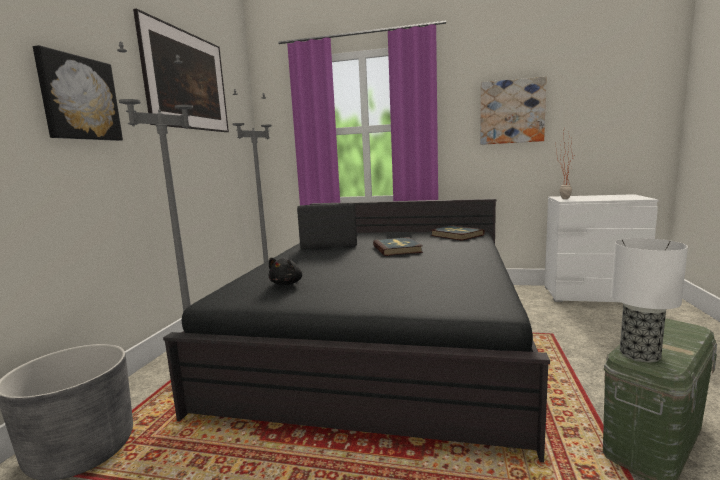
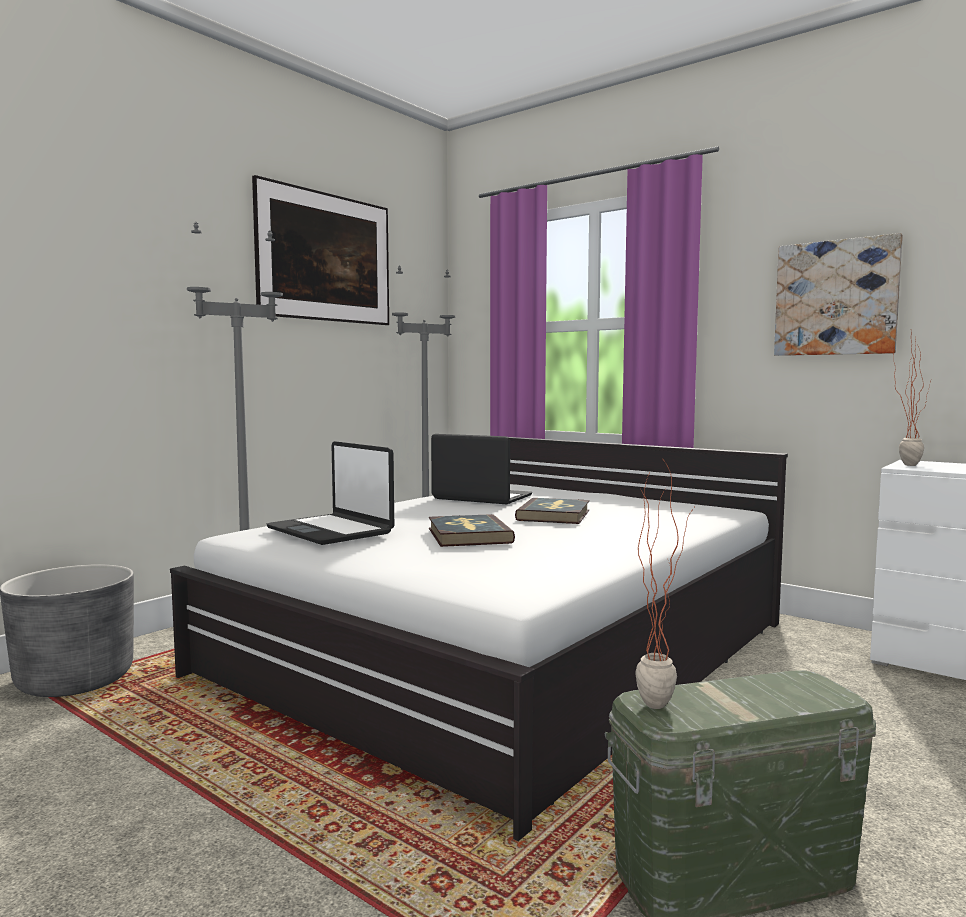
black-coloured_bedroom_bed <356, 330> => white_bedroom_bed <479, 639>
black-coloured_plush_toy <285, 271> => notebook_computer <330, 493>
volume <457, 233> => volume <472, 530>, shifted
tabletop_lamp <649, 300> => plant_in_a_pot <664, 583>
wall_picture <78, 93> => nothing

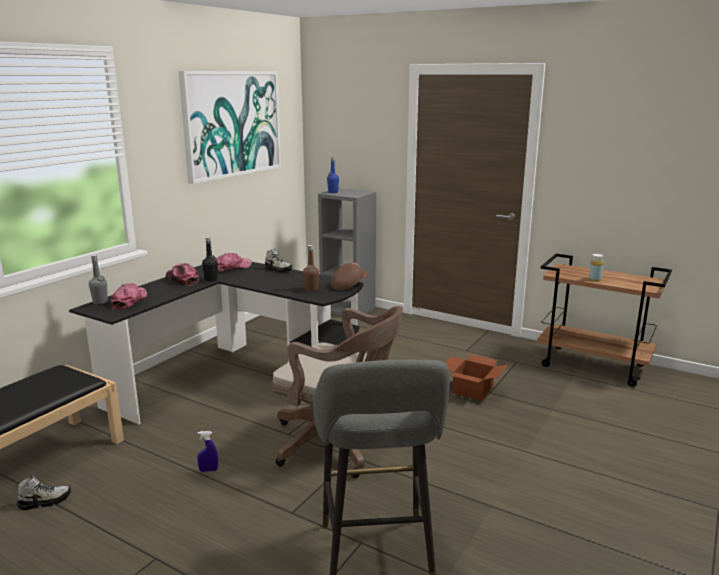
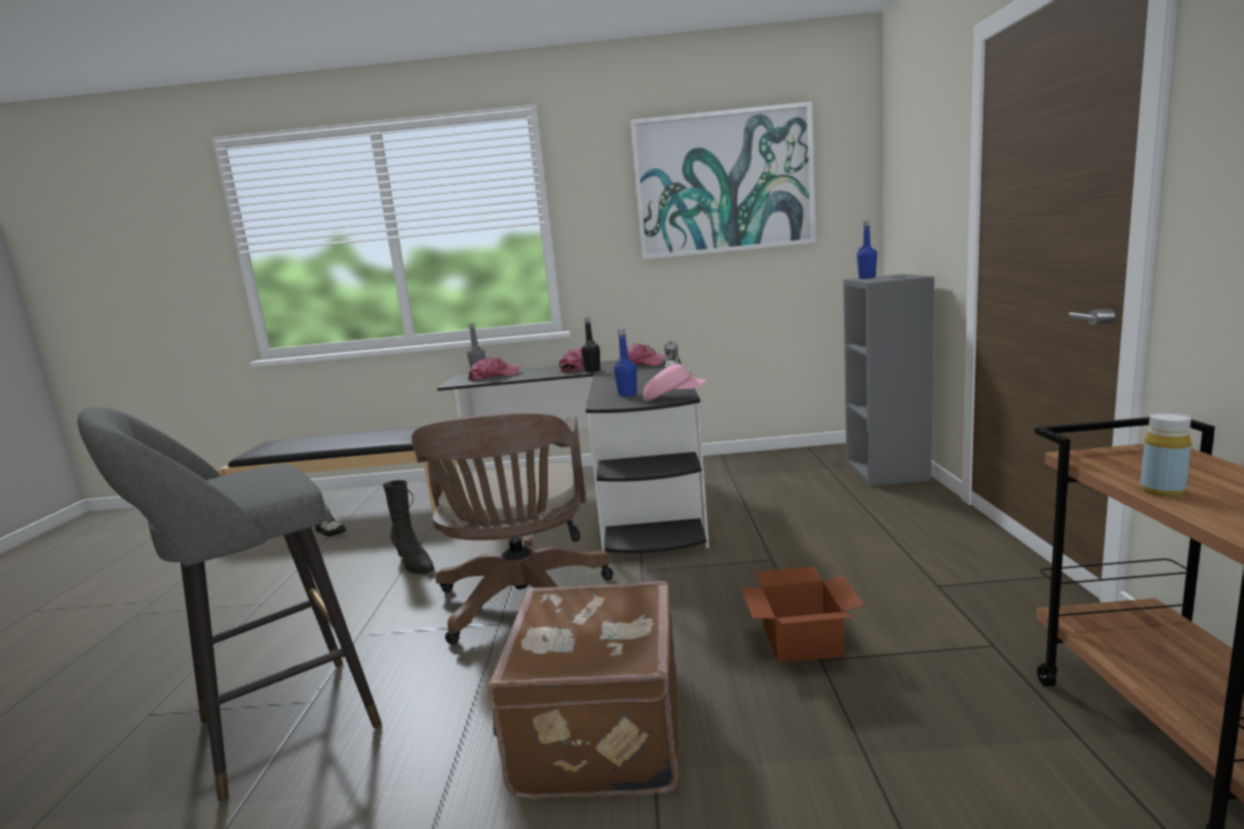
blue-coloured_spray_bottle <207, 451> => black-coloured_tall_boot <409, 527>
nothing => brownish_piece_of_luggage <583, 690>
brownish_drink_bottle <311, 268> => blue-coloured_drink_bottle <625, 363>
brownish_peaked_cap <350, 277> => pink_peaked_cap <675, 382>

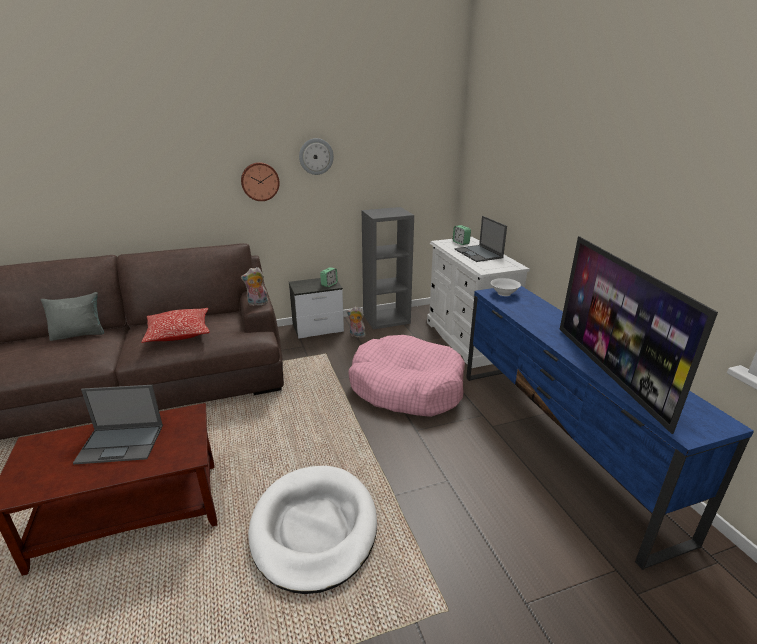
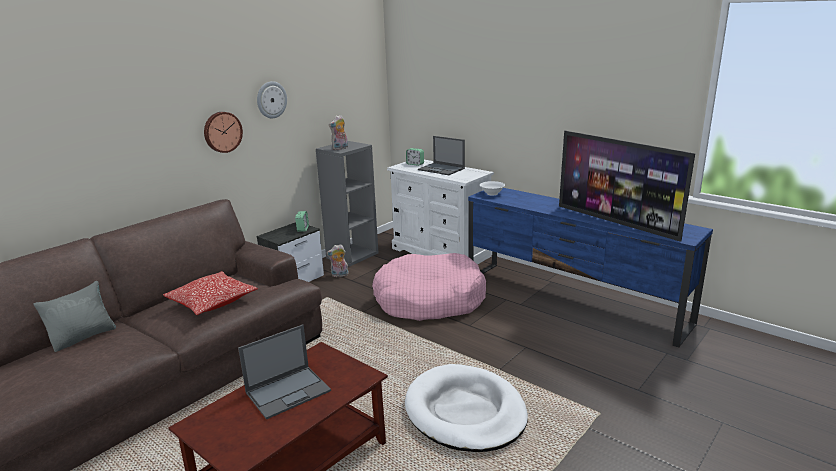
plush_toy <254, 286> => plush_toy <338, 132>, shifted

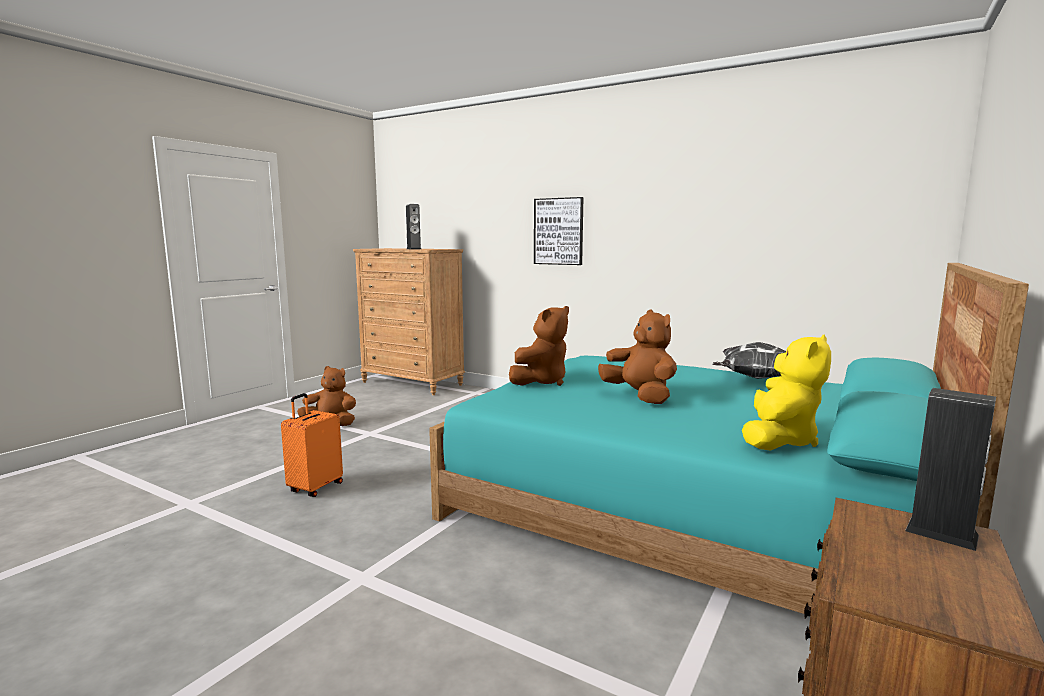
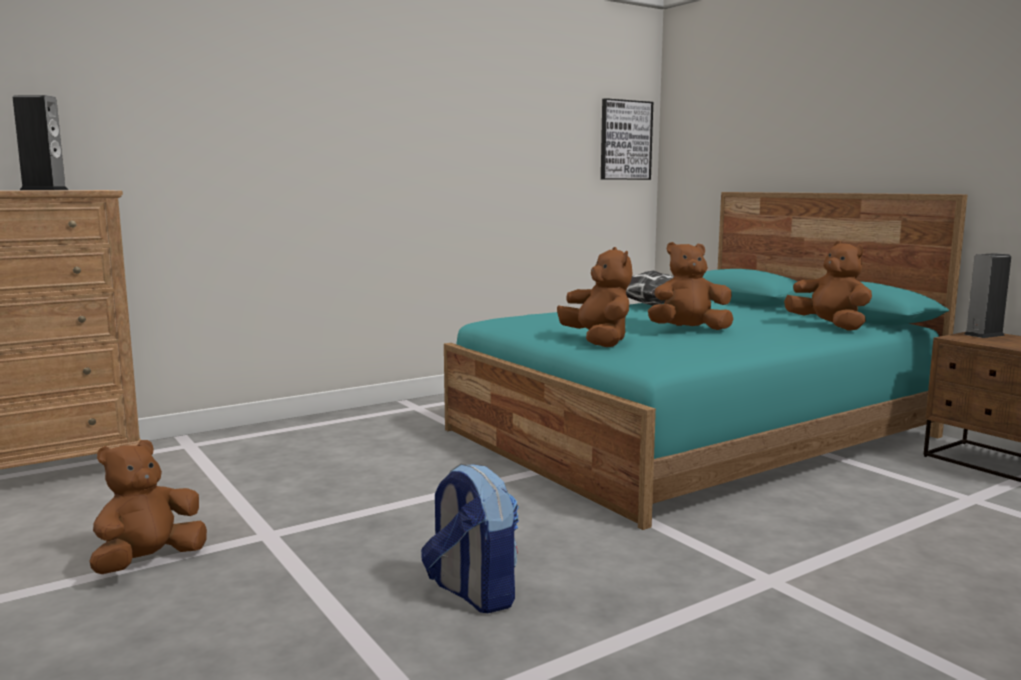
orangey_piece_of_luggage <312, 445> => knapsack <470, 538>
wall_picture <559, 231> => wall_picture <627, 139>, shifted
yellow-coloured_plush_toy <786, 393> => brownish_plush_toy <828, 286>

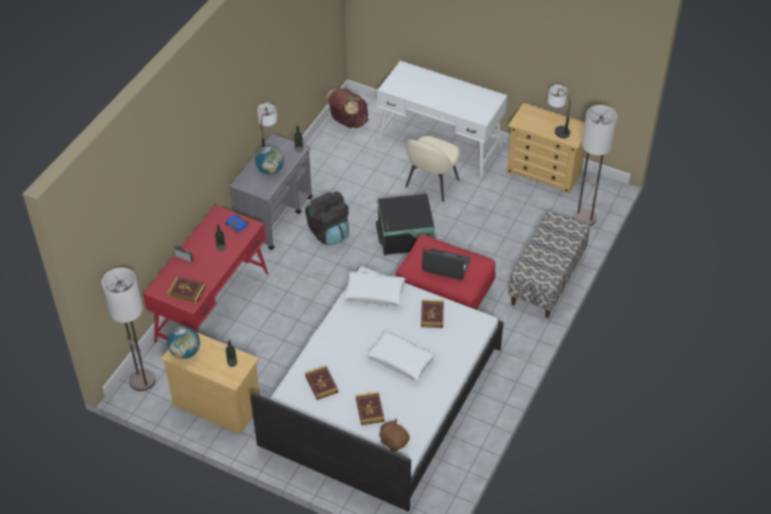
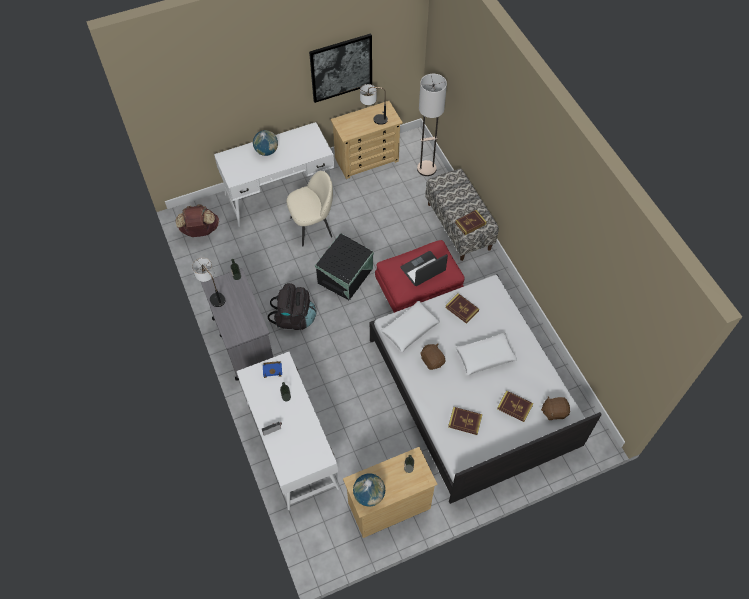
reddish_desk_unit <205, 274> => white_desk_unit <288, 431>
world_globe <269, 160> => world_globe <265, 143>, shifted
sand-coloured_plain_chair <432, 169> => sand-coloured_plain_chair <309, 208>, 90 degrees counterclockwise
nothing => wall_picture <340, 68>
nothing => brownish_plush_toy <433, 356>
volume <187, 289> => volume <471, 222>, shifted
floor_lamp <129, 329> => nothing

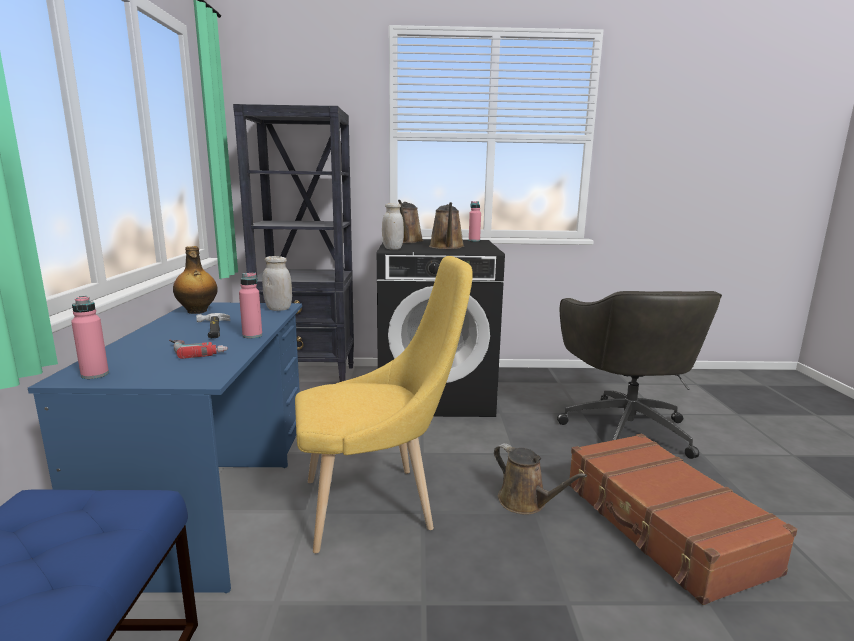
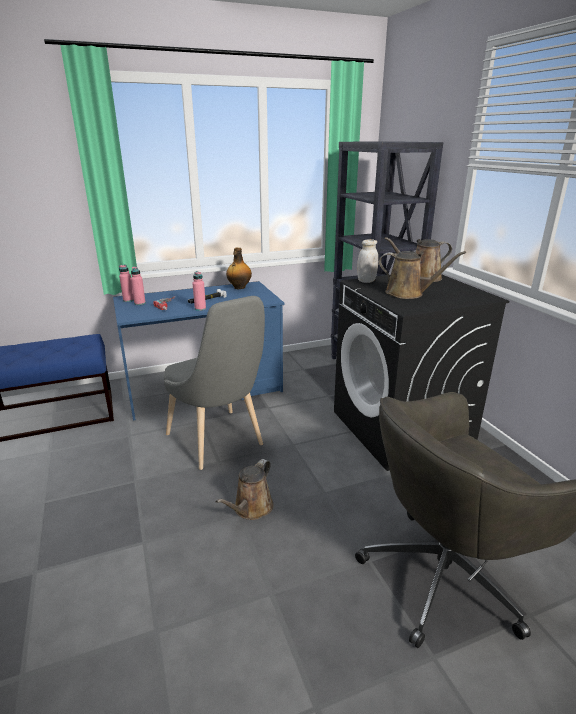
pink_drink_bottle <475, 221> => pink_drink_bottle <138, 285>, shifted
yellow-coloured_plain_chair <384, 404> => greyish_plain_chair <214, 383>
brownish_watering_pot <447, 225> => brownish_watering_pot <422, 275>, 135 degrees counterclockwise
white_storage_jar <277, 283> => nothing
brownish_piece_of_luggage <683, 519> => nothing

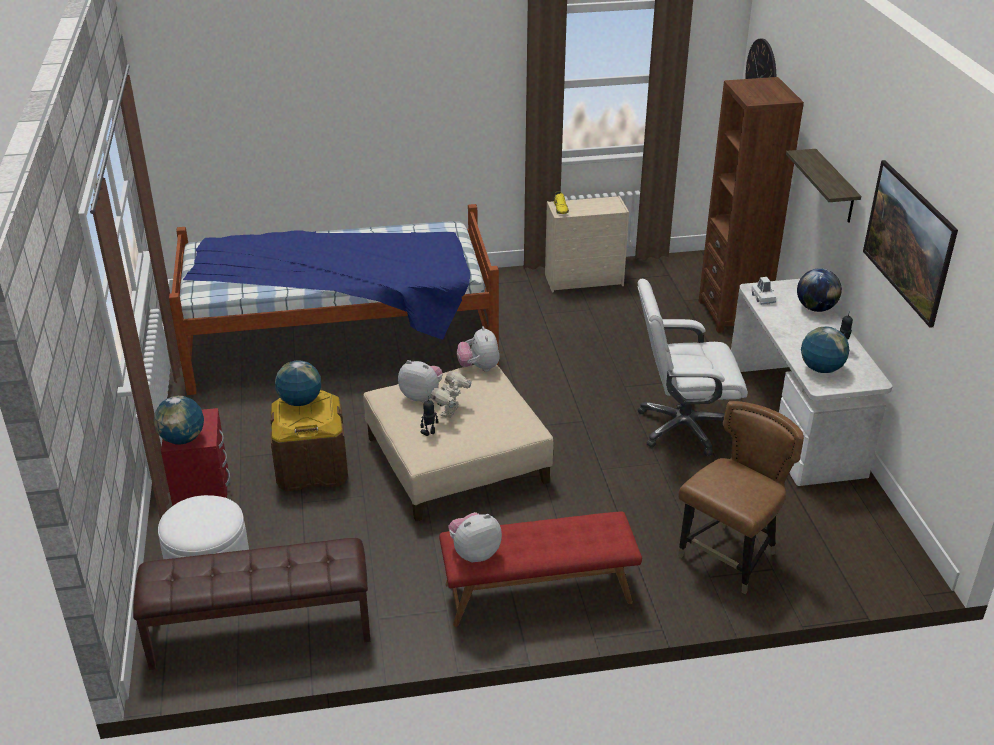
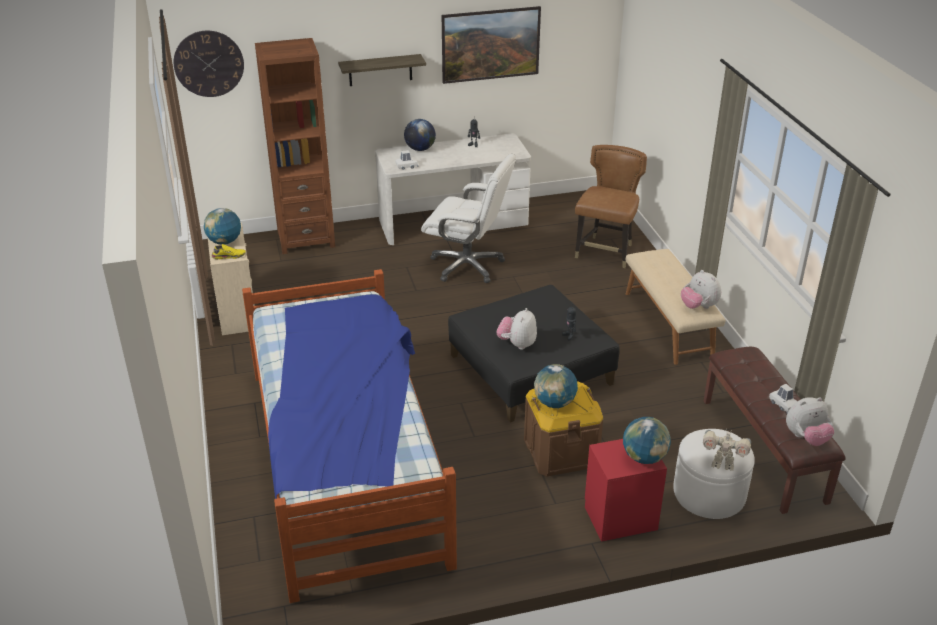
world_globe <825, 350> => world_globe <222, 226>, shifted
white_office_chair <692, 367> => white_office_chair <468, 218>, 60 degrees counterclockwise
sand-coloured_footrest <458, 443> => black-coloured_footrest <534, 354>
brownish_plain_chair <741, 497> => brownish_plain_chair <611, 206>, 75 degrees clockwise
reddish_bench <540, 569> => sand-coloured_bench <675, 307>
robot_figure <450, 394> => robot_figure <727, 450>, shifted
nothing => white_miniature_car <783, 398>
plush_toy <478, 349> => plush_toy <810, 421>, shifted

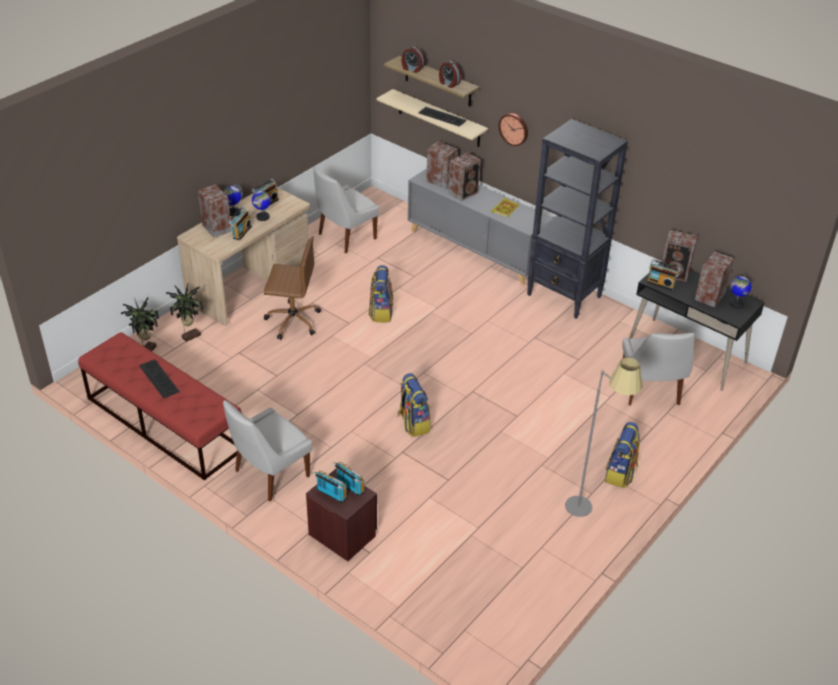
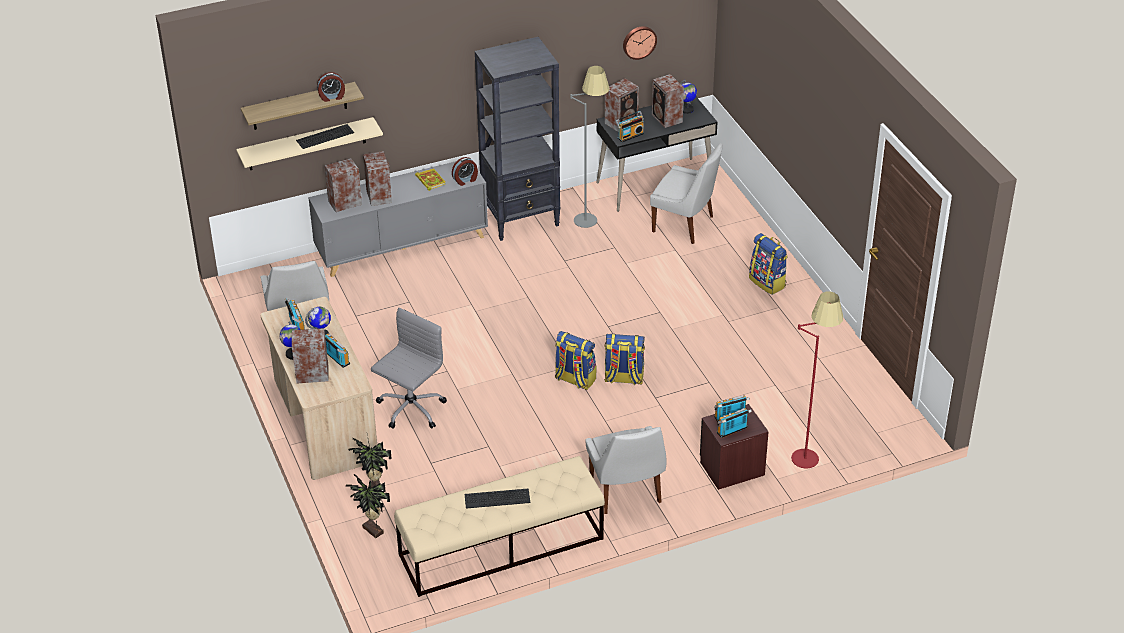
brownish_office_chair <292, 288> => greyish_office_chair <409, 368>
reddish_bench <160, 406> => sand-coloured_bench <499, 526>
alarm_clock <413, 59> => alarm_clock <465, 171>, shifted
knapsack <381, 293> => knapsack <575, 360>, shifted
greyish_floor_lamp <604, 437> => greyish_floor_lamp <590, 147>, shifted
wall_clock <513, 129> => wall_clock <640, 43>, shifted
nothing => reddish_floor_lamp <817, 380>

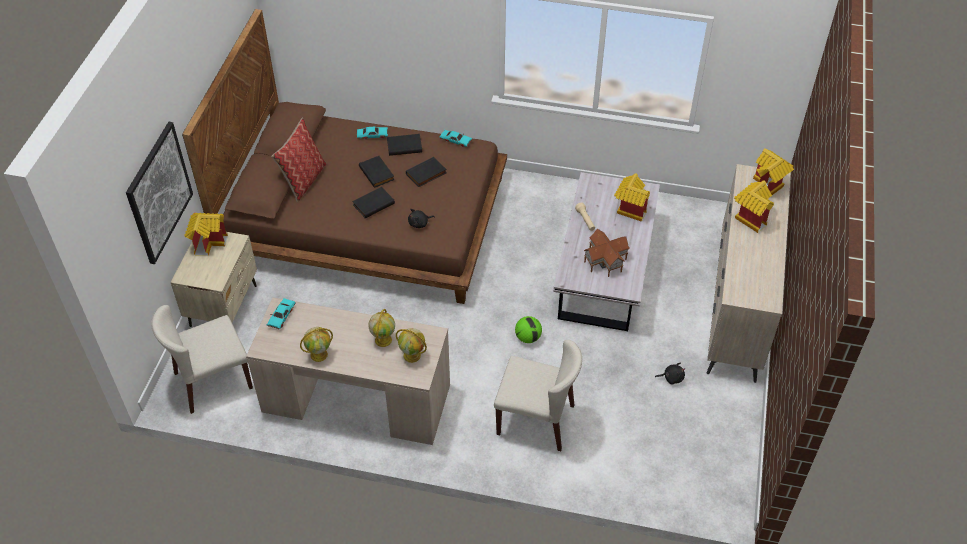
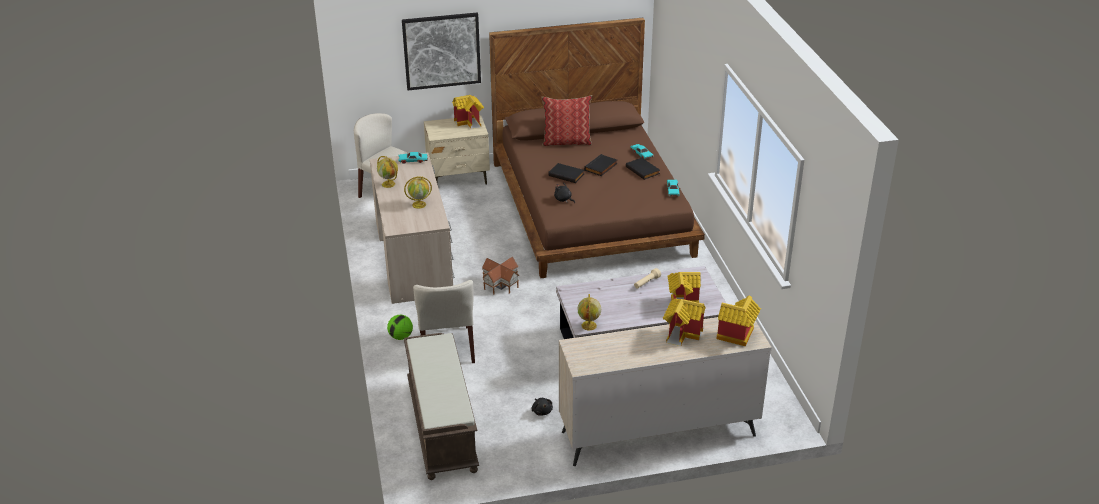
ball_for_football <528, 329> => ball_for_football <400, 327>, shifted
nothing => brownish_bench <441, 406>
toy_house <607, 253> => toy_house <500, 276>, shifted
world_globe <411, 345> => world_globe <589, 312>, shifted
black-coloured_volume <426, 172> => nothing

